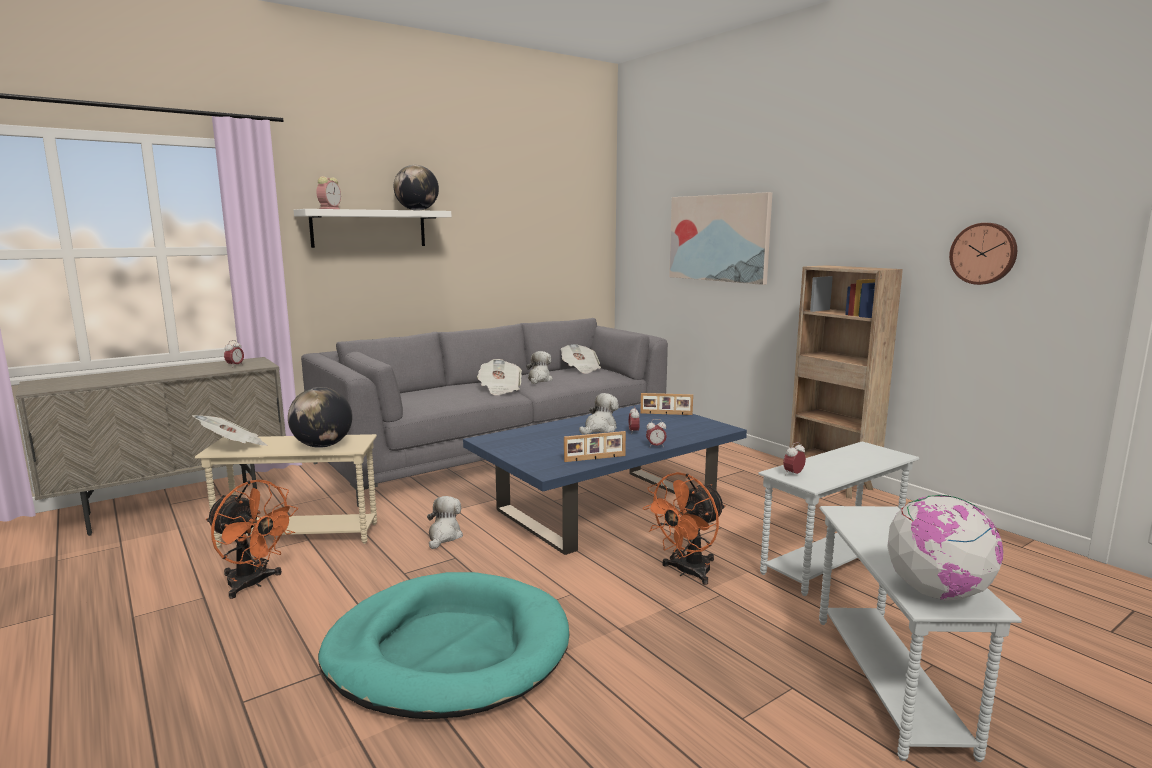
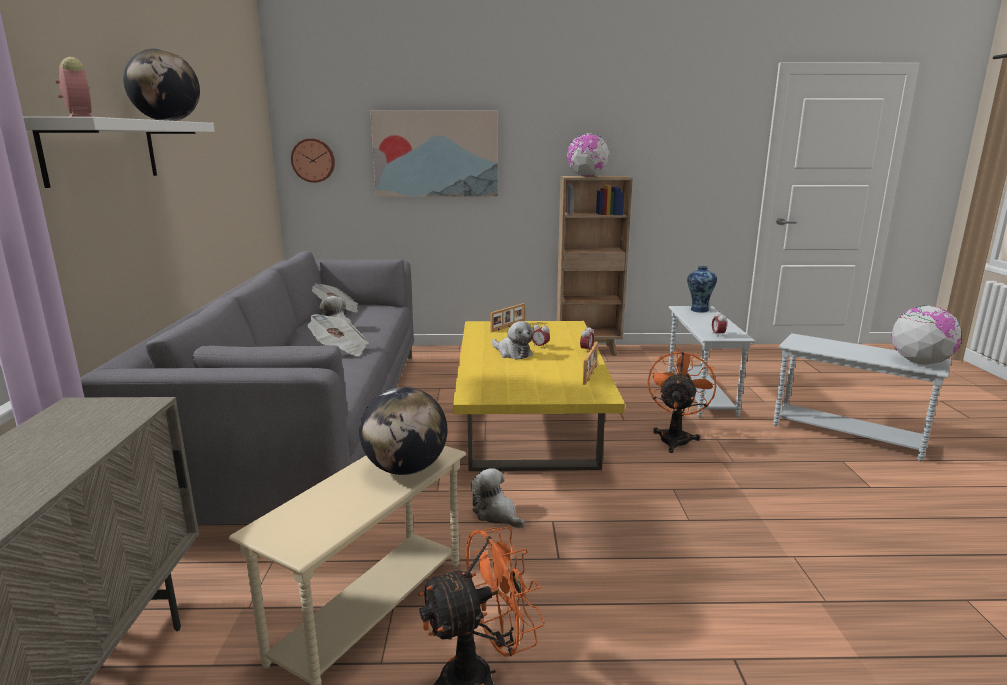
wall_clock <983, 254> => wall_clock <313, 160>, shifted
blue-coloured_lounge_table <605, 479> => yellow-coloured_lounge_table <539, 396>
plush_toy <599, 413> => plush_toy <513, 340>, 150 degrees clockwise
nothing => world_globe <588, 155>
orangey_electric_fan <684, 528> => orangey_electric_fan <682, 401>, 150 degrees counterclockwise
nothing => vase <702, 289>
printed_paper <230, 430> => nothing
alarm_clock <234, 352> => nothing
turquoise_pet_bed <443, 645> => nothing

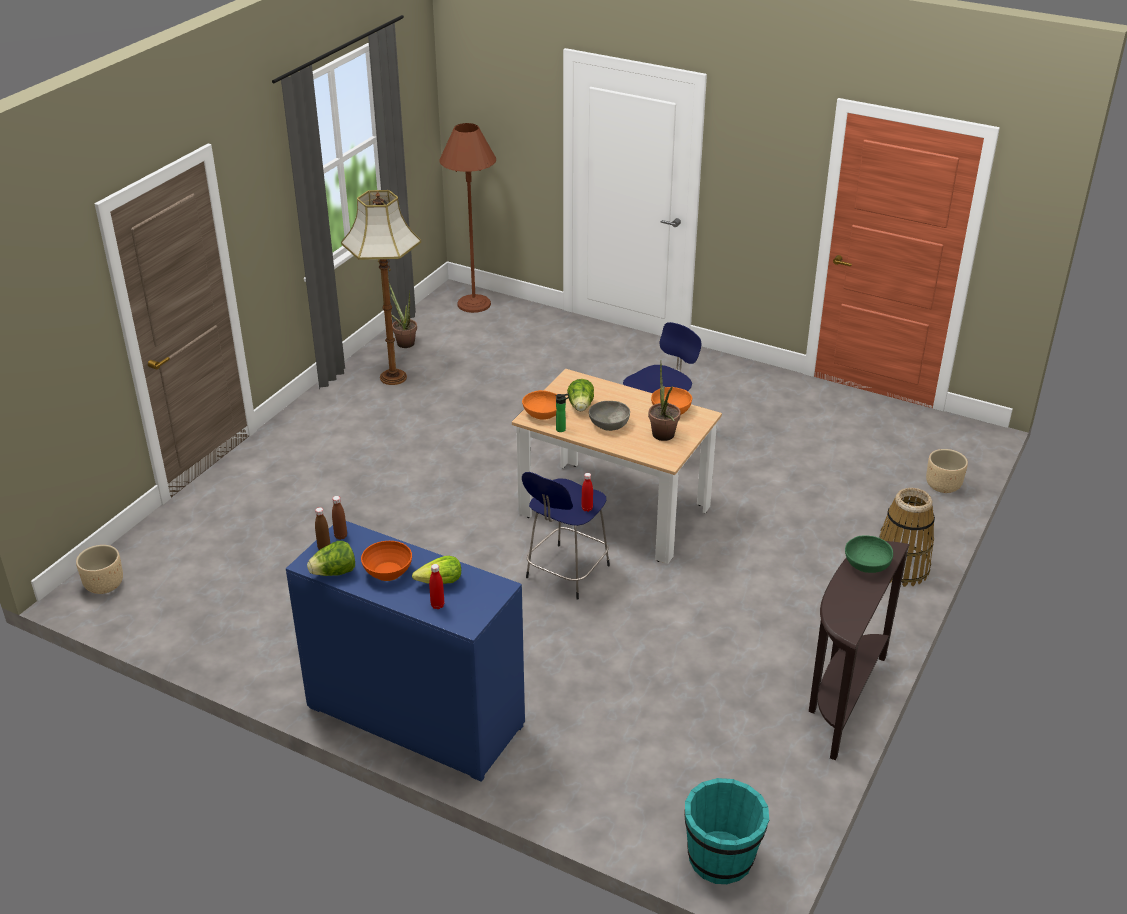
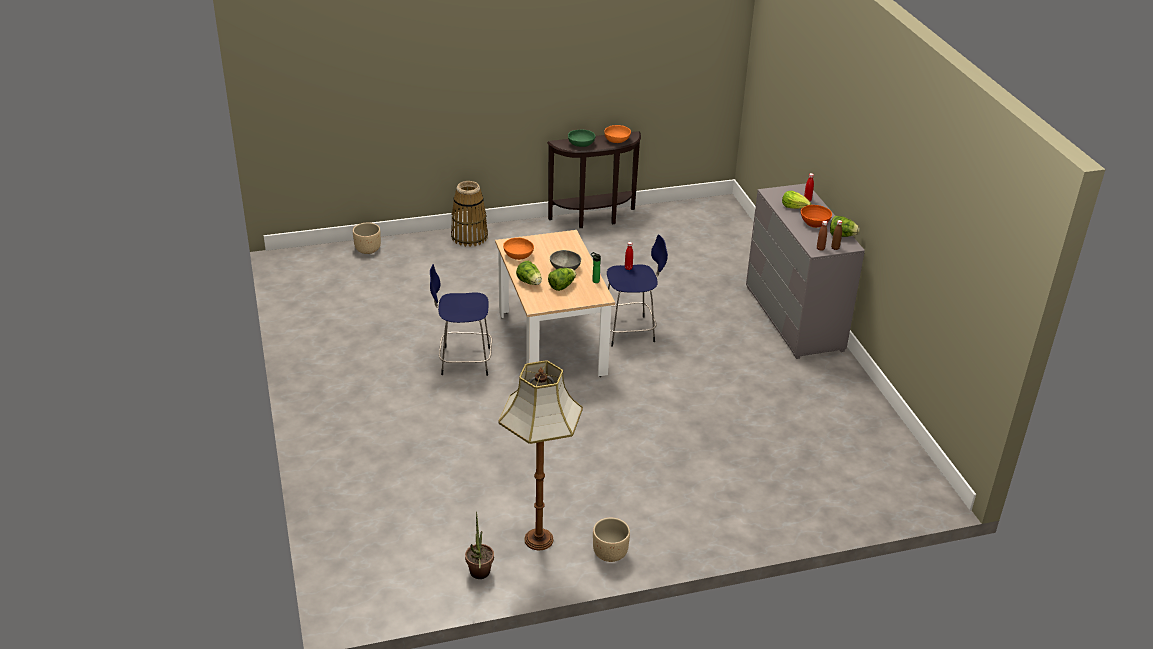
nothing => head_of_lettuce <529, 273>
sand-coloured_plant_pot <99, 569> => sand-coloured_plant_pot <611, 540>, shifted
orangey_serving_bowl <539, 405> => orangey_serving_bowl <617, 134>, shifted
blue-coloured_drawer_chest <405, 651> => greyish_drawer_chest <805, 271>
brownish_floor_lamp <467, 218> => nothing
plant_in_a_pot <664, 400> => nothing
turquoise_pail <726, 831> => nothing

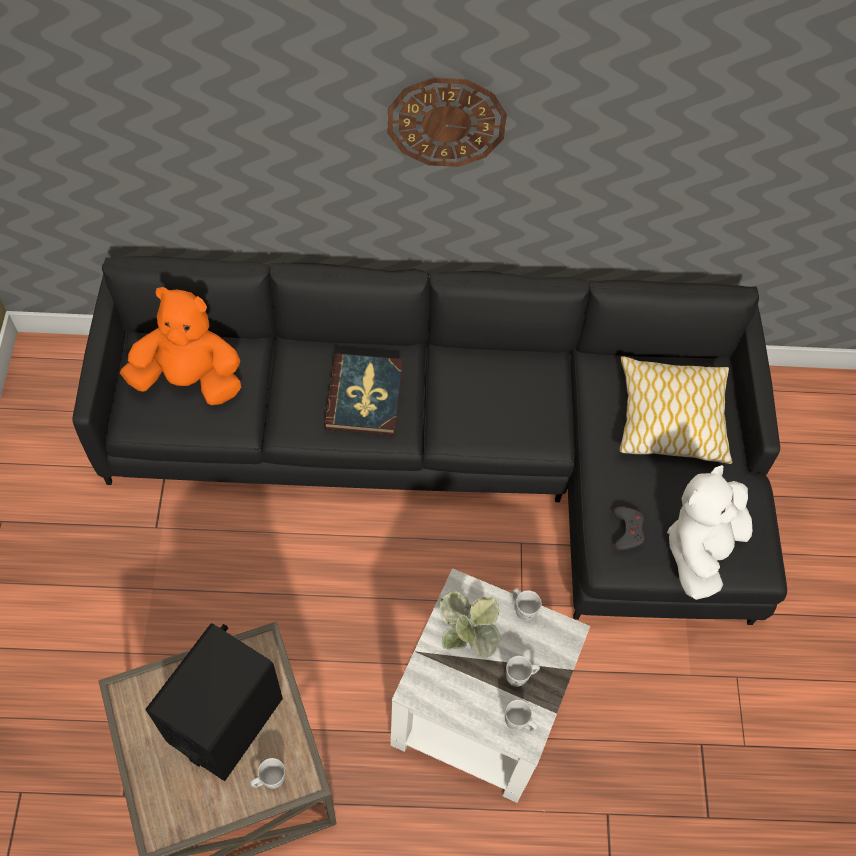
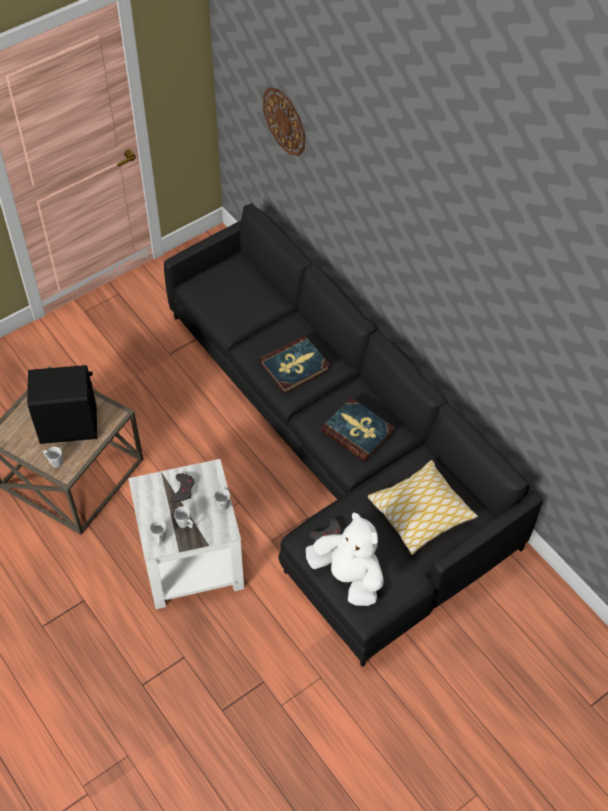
plant_in_a_pot <470, 624> => greyish_joypad <182, 487>
wall_clock <447, 122> => wall_clock <284, 122>, shifted
white_plush_toy <710, 532> => white_plush_toy <345, 559>, 45 degrees clockwise
nothing => volume <358, 430>
orangey_plush_toy <180, 346> => nothing

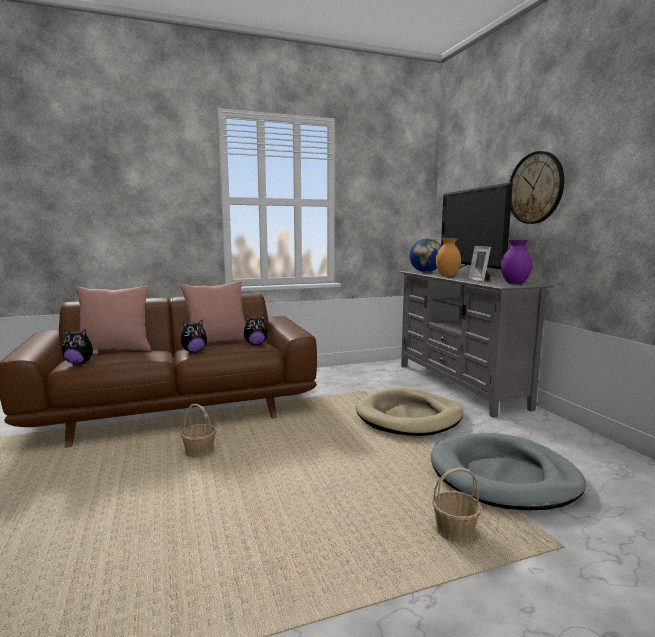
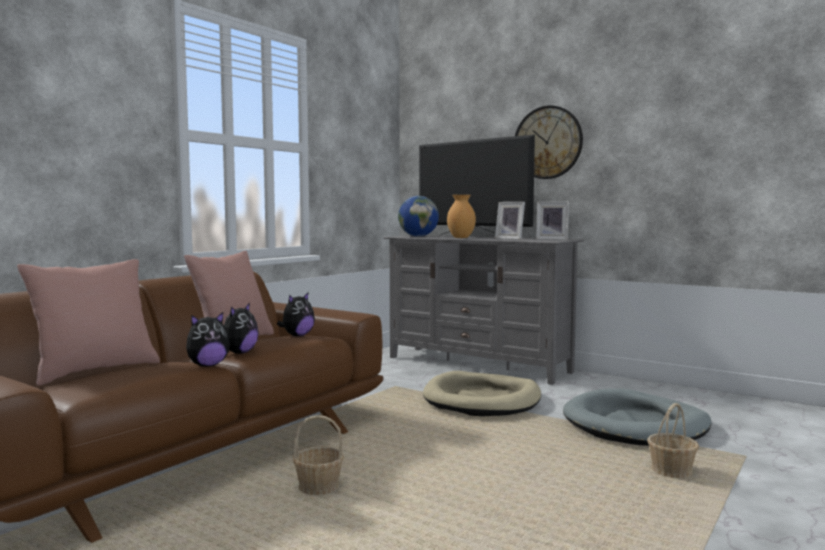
plush_toy <80, 346> => plush_toy <208, 339>, shifted
purple-coloured_vase <516, 262> => picture_frame <552, 221>

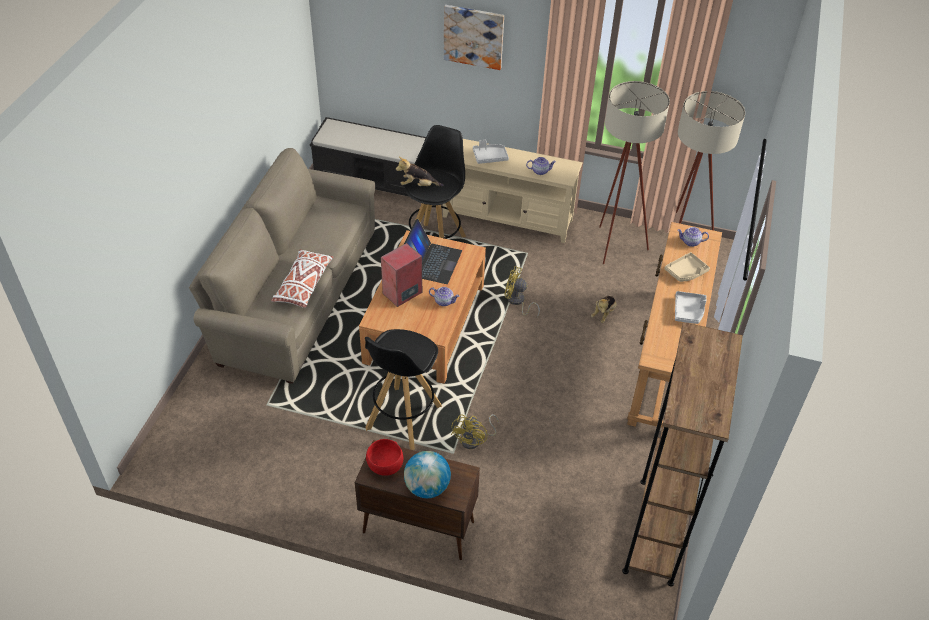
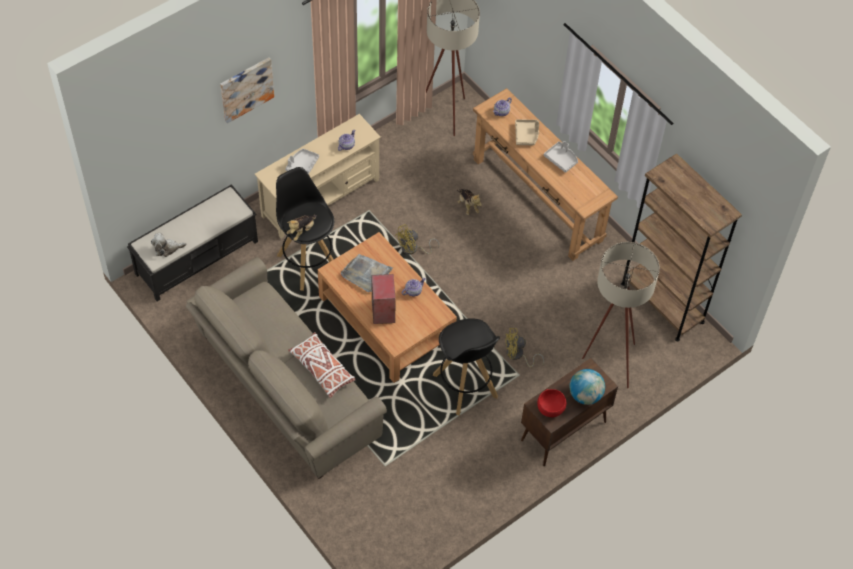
nothing => plush_toy <168, 245>
notebook_computer <433, 251> => greyish_serving_tray <367, 273>
yellow-coloured_electric_fan <475, 431> => yellow-coloured_electric_fan <524, 347>, 120 degrees clockwise
sand-coloured_floor_lamp <634, 172> => sand-coloured_floor_lamp <621, 315>, shifted

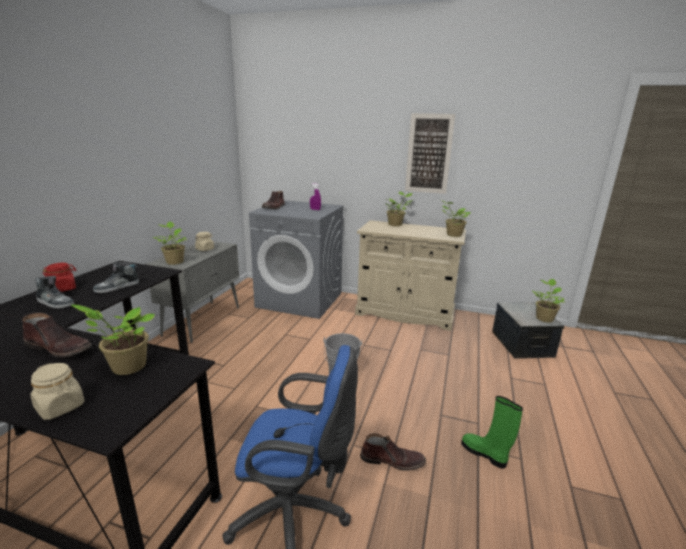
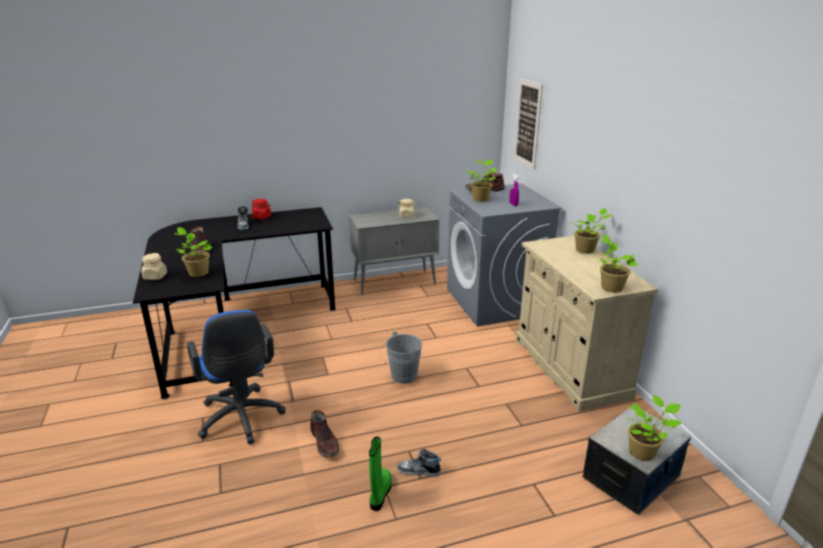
item_of_footwear <116, 277> => item_of_footwear <419, 463>, shifted
plant_in_a_pot <170, 243> => plant_in_a_pot <482, 180>, shifted
wall_picture <430, 153> => wall_picture <528, 124>, shifted

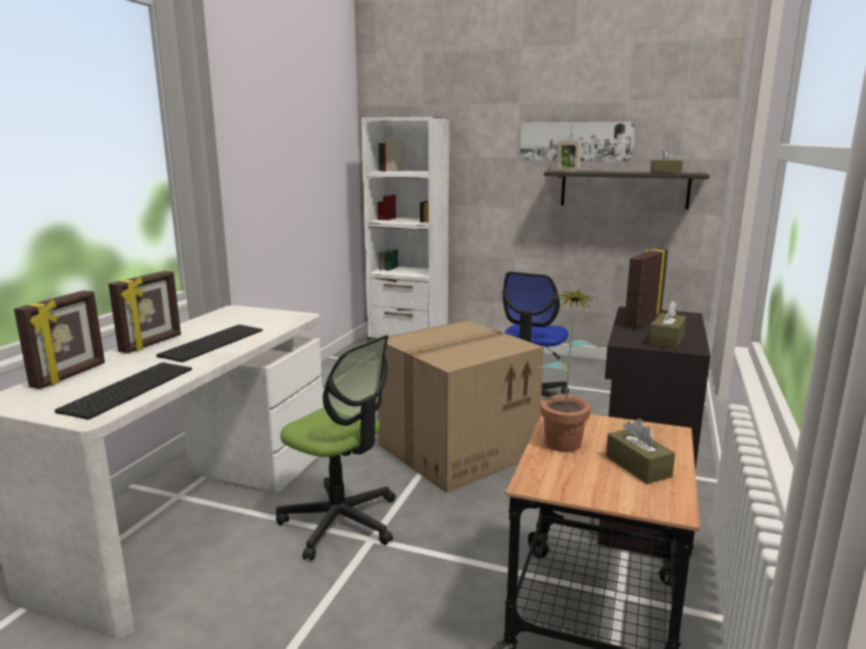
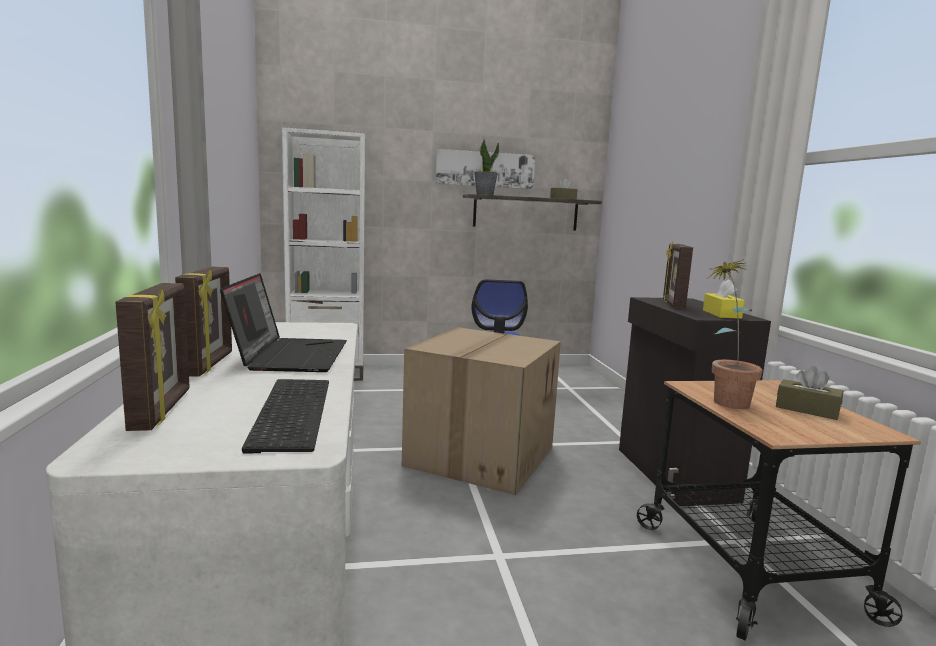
PC_keyboard <209, 343> => notebook_computer <283, 322>
picture_frame <569, 156> => plant_in_a_pot <486, 167>
brownish_tissue_holder <668, 324> => yellow-coloured_tissue_holder <724, 299>
office_chair <336, 448> => nothing

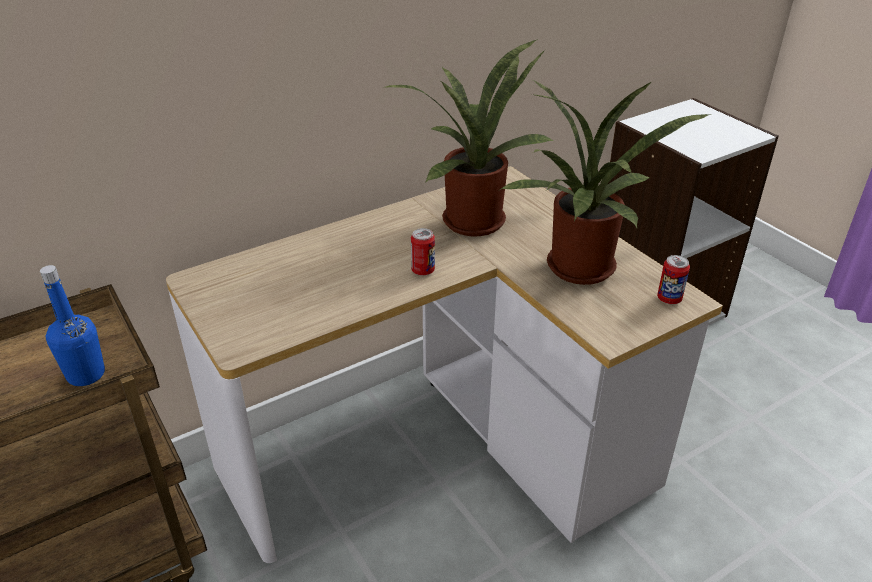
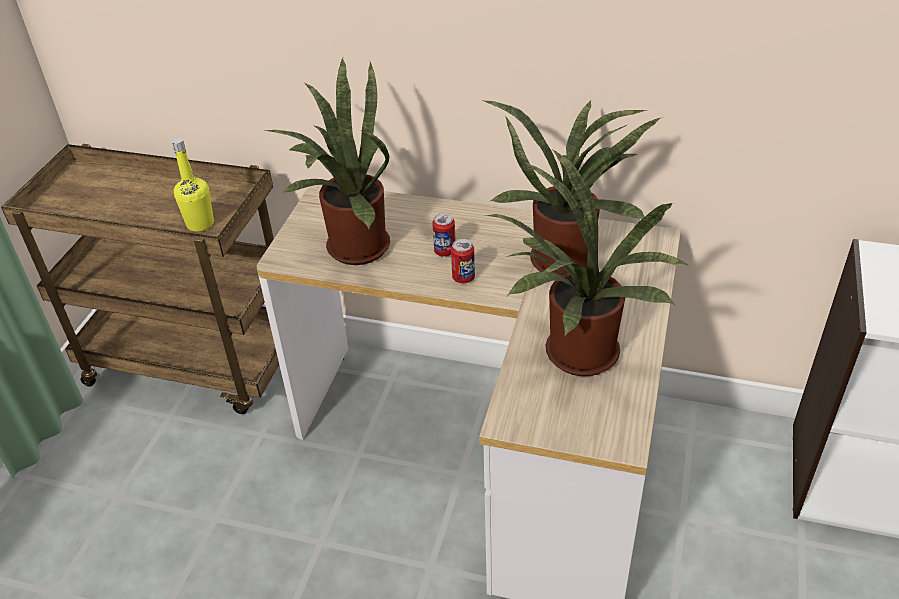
blue-coloured_drink_bottle <72, 325> => yellow-coloured_drink_bottle <193, 185>
nothing => plant_in_a_pot <327, 161>
sealed_can <673, 279> => sealed_can <444, 235>, shifted

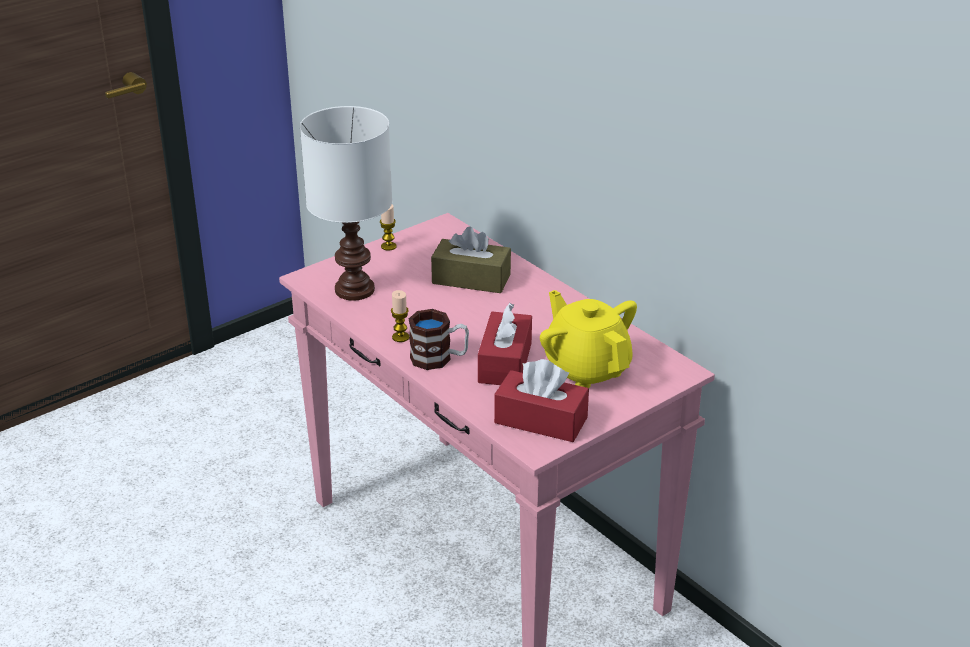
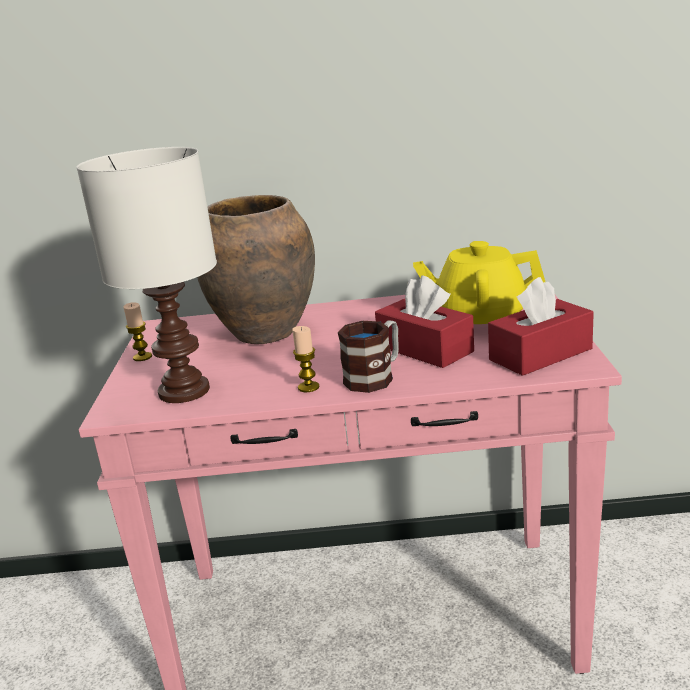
brownish_tissue_holder <471, 259> => brownish_vase <256, 269>

